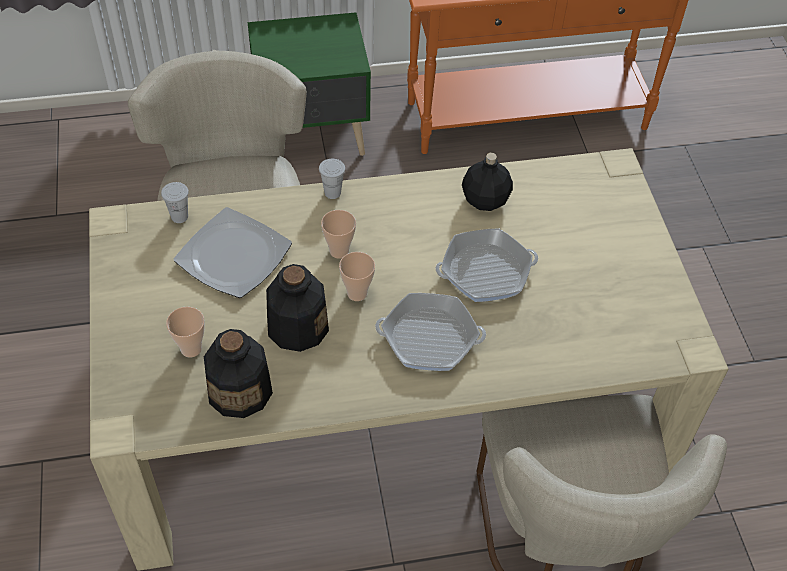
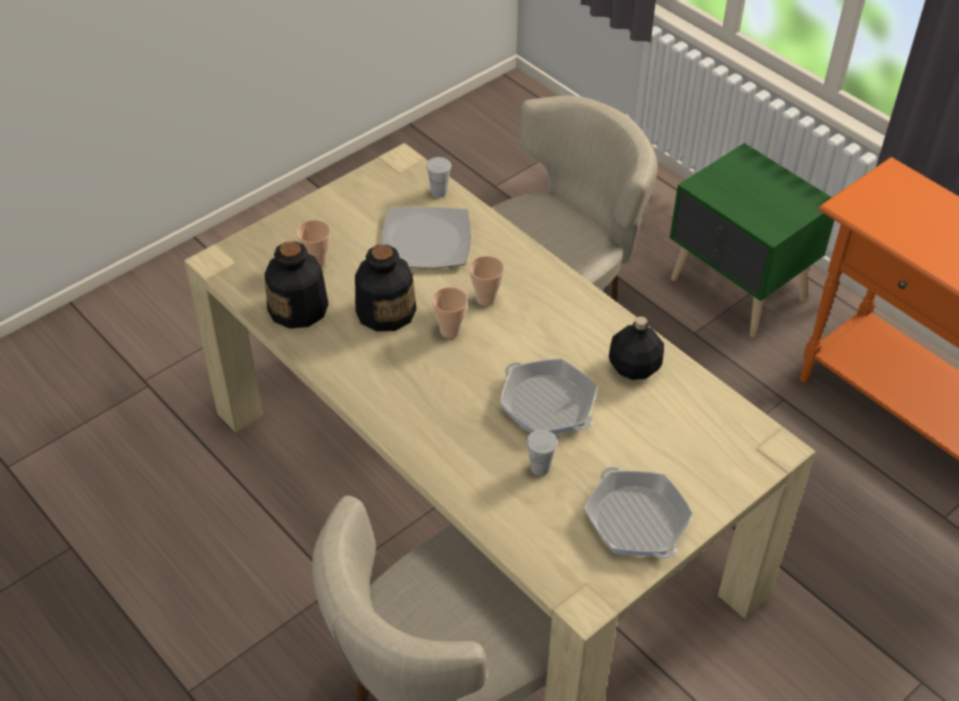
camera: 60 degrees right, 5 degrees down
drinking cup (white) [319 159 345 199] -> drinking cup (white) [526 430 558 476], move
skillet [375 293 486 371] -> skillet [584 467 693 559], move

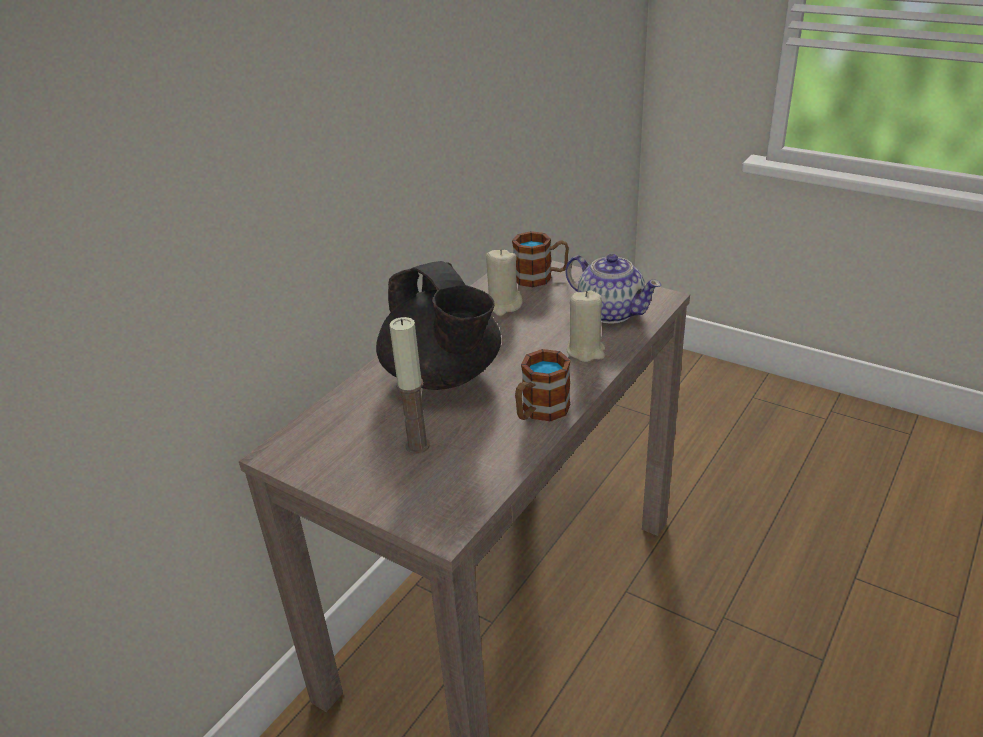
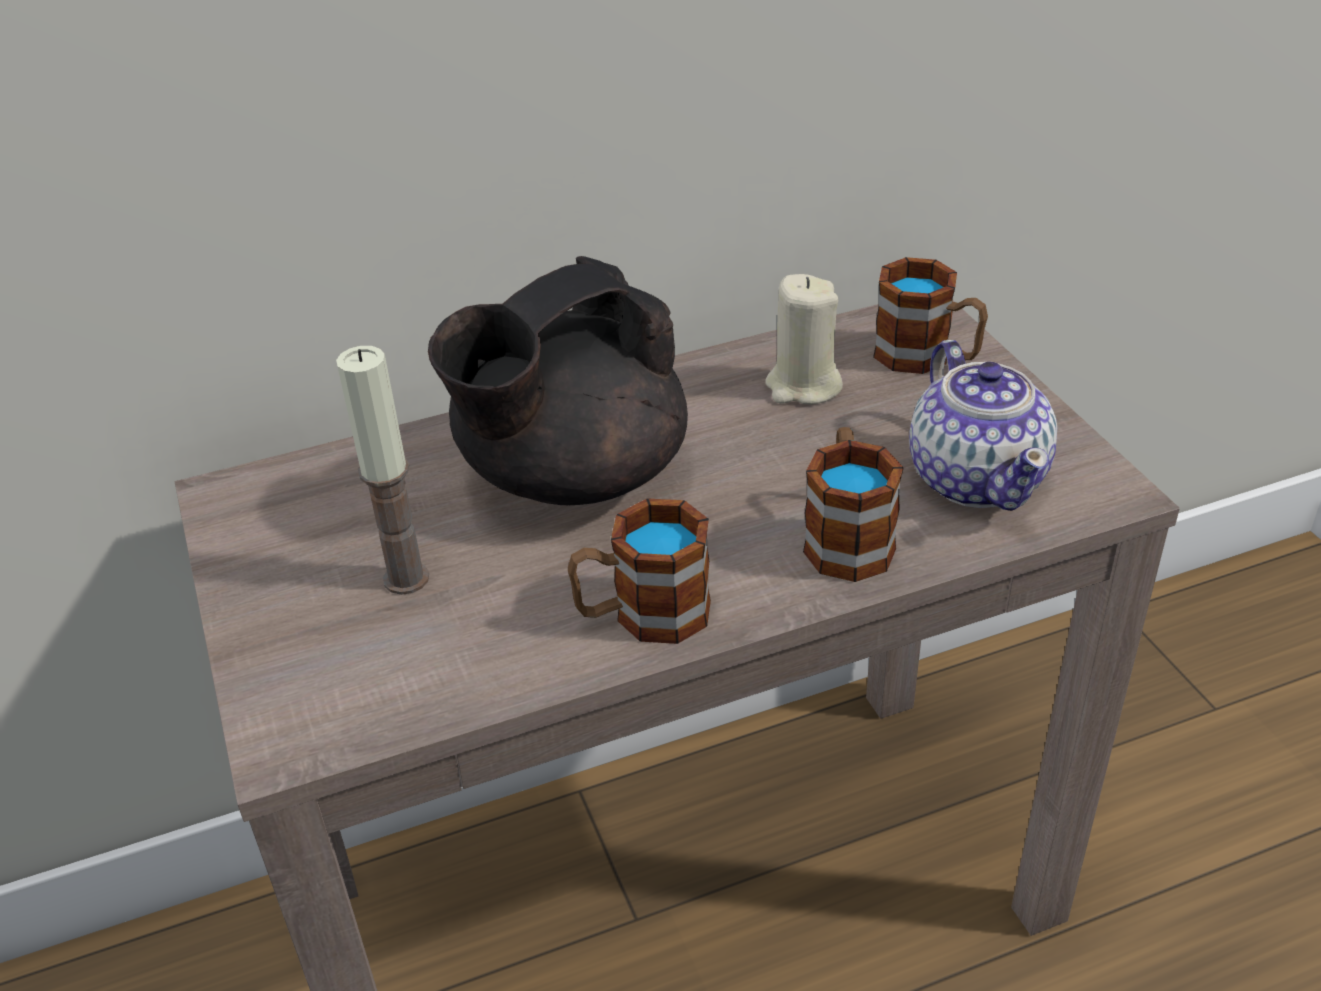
camera: 35 degrees right, 5 degrees up
pot for tea (black-coloured) [376 261 501 390] -> pot for tea (black-coloured) [428 256 688 505], 45 degrees clockwise
wax light (beige) [567 290 605 362] -> tea mug [803 427 904 582]

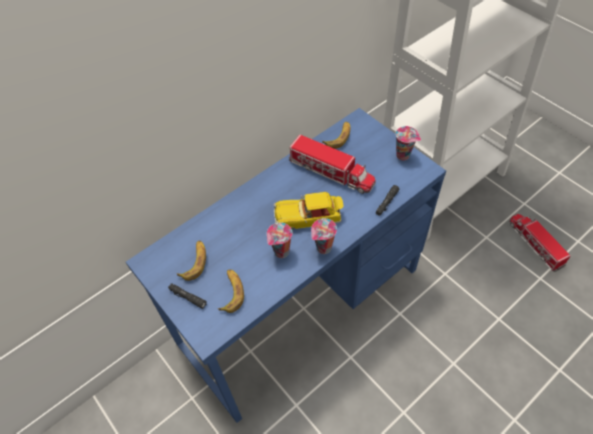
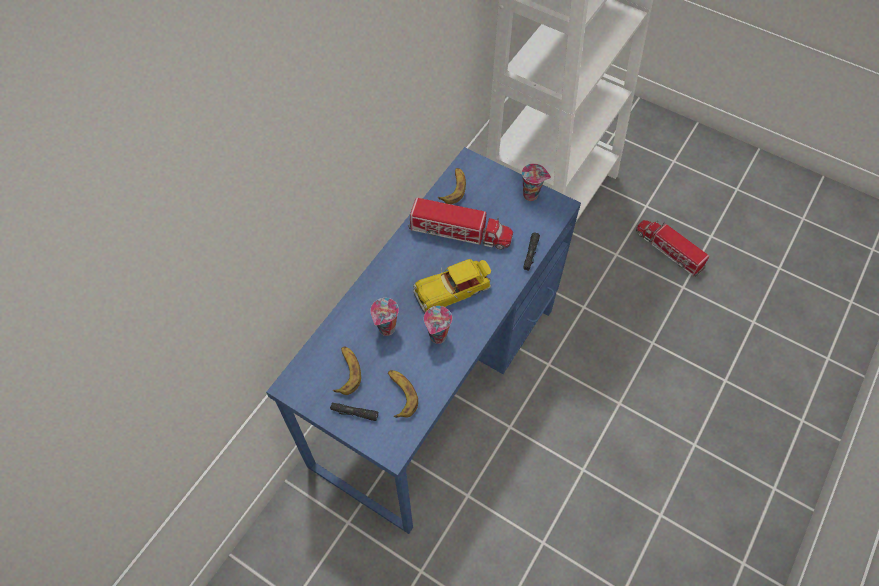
camera: 20 degrees left, 5 degrees up
drinking cup [311 218 337 254] -> drinking cup [370 298 399 336], move

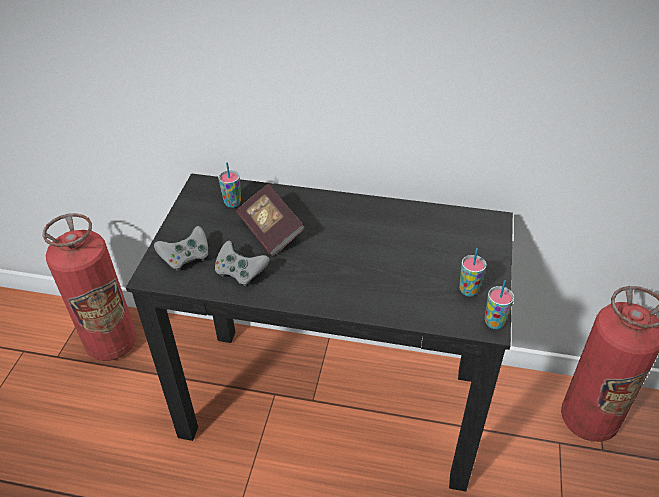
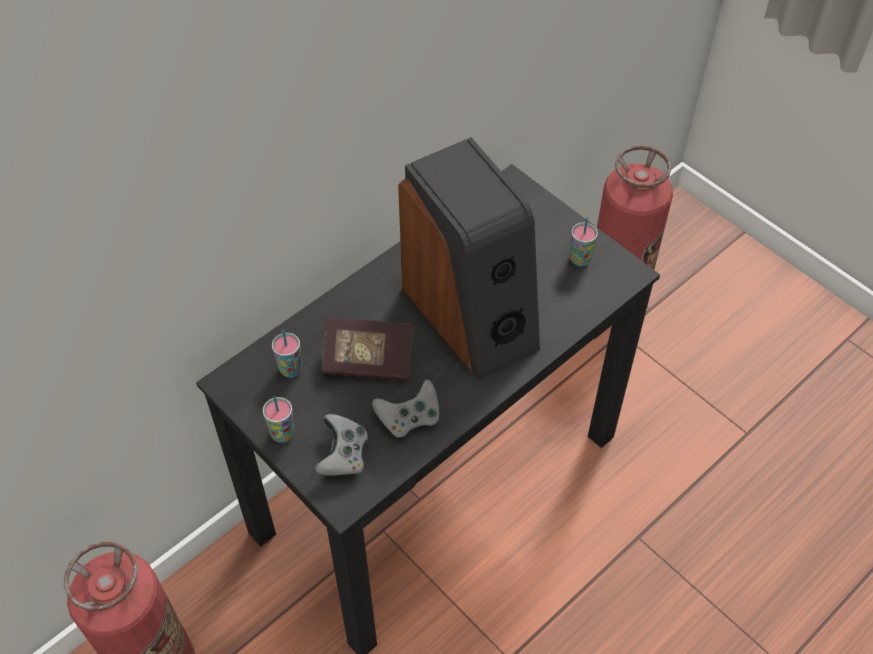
camera: 55 degrees left, 10 degrees up
drinking cup [485 280 514 329] -> drinking cup [262 396 294 443], move
none -> loudspeaker [398 137 540 381]

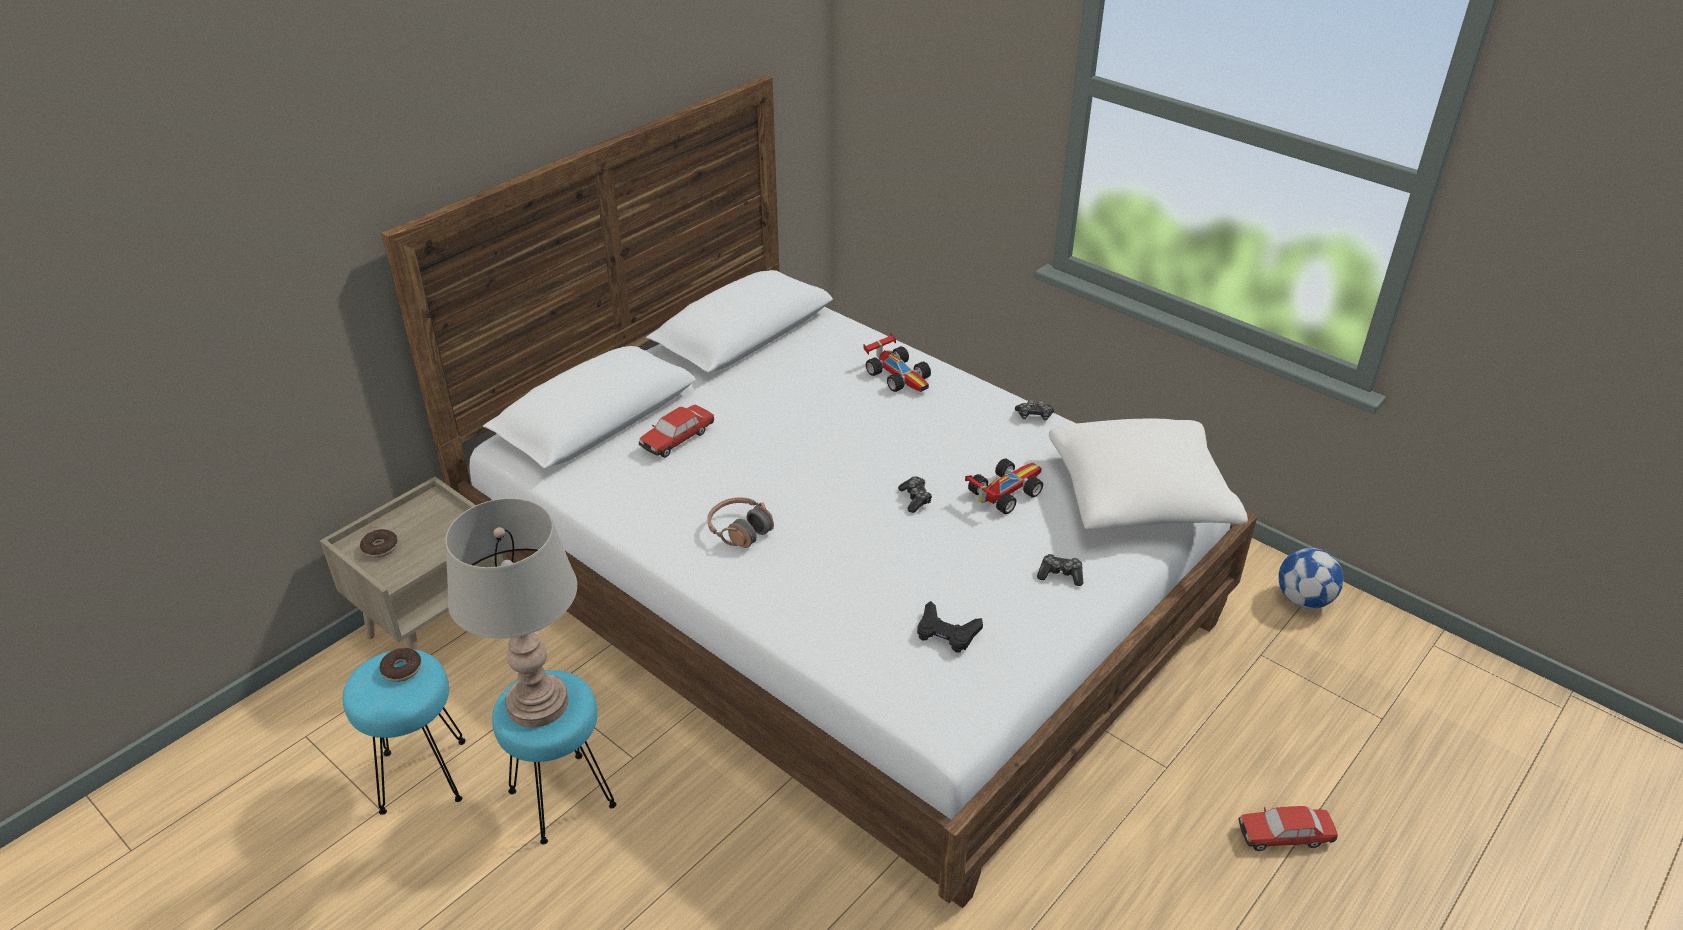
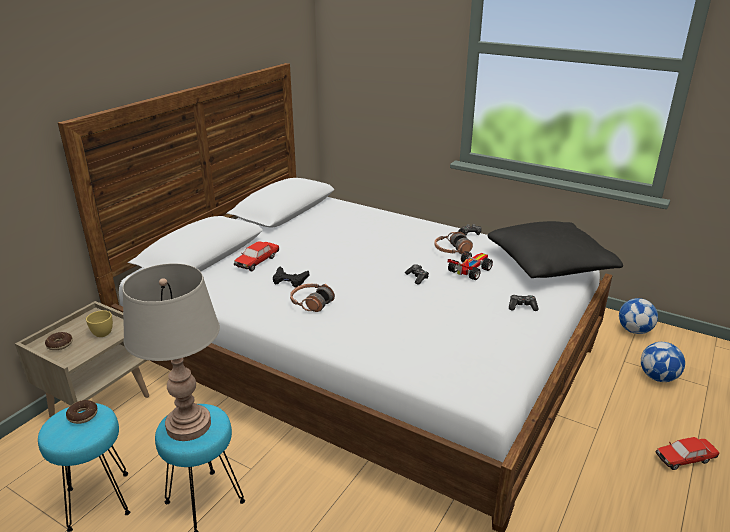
camera: 10 degrees left, 10 degrees down
toy car [863 333 931 392] -> none
joypad (black-coloured) [917 601 983 652] -> joypad (black-coloured) [273 267 310 287], move
pillow (white) [1049 419 1248 530] -> pillow (black-coloured) [488 221 623 278]
none -> drinking cup (yellowish) [86 310 113 337]
none -> pair of headphones [434 232 473 255]
none -> ball for football [641 342 685 382]

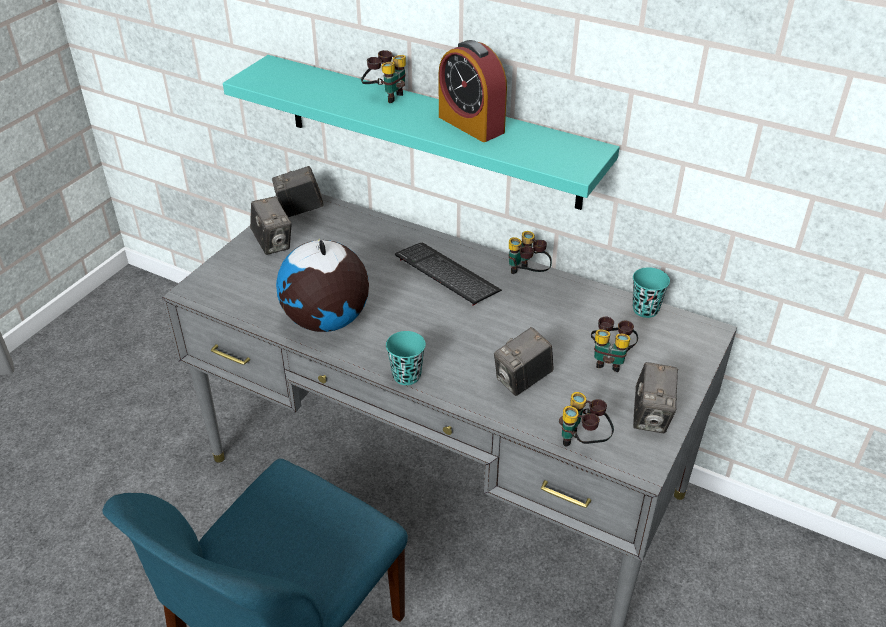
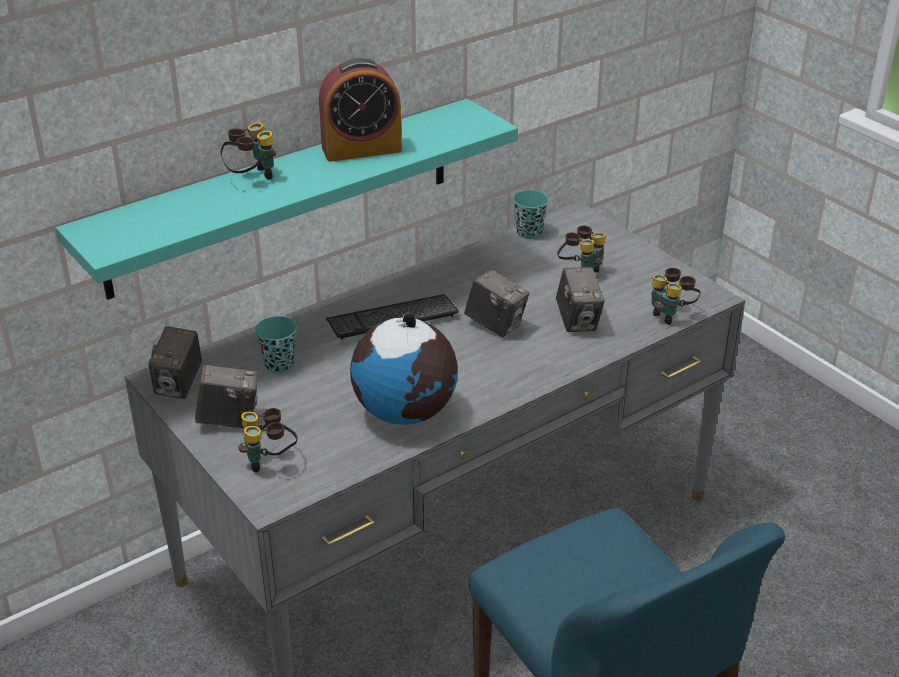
camera: 65 degrees left, 5 degrees down
drinking cup (turquoise-coloured) [386 331 426 385] -> drinking cup (turquoise-coloured) [255 317 297 373], move
binoculars [509 231 552 274] -> binoculars [239 408 298 472], move
still camera [633 362 678 433] -> still camera [464 269 529 337], move

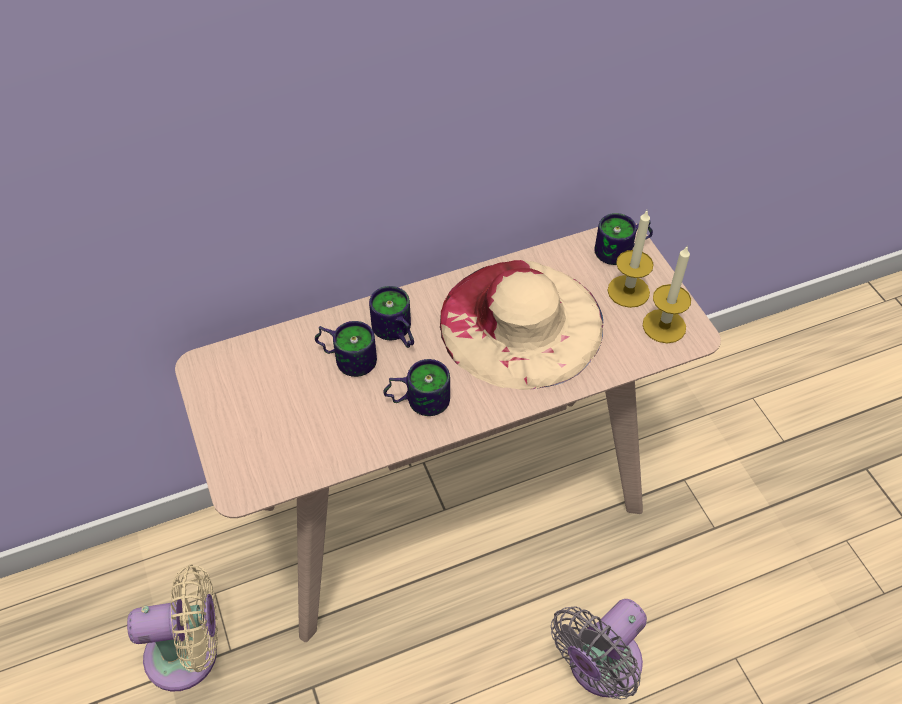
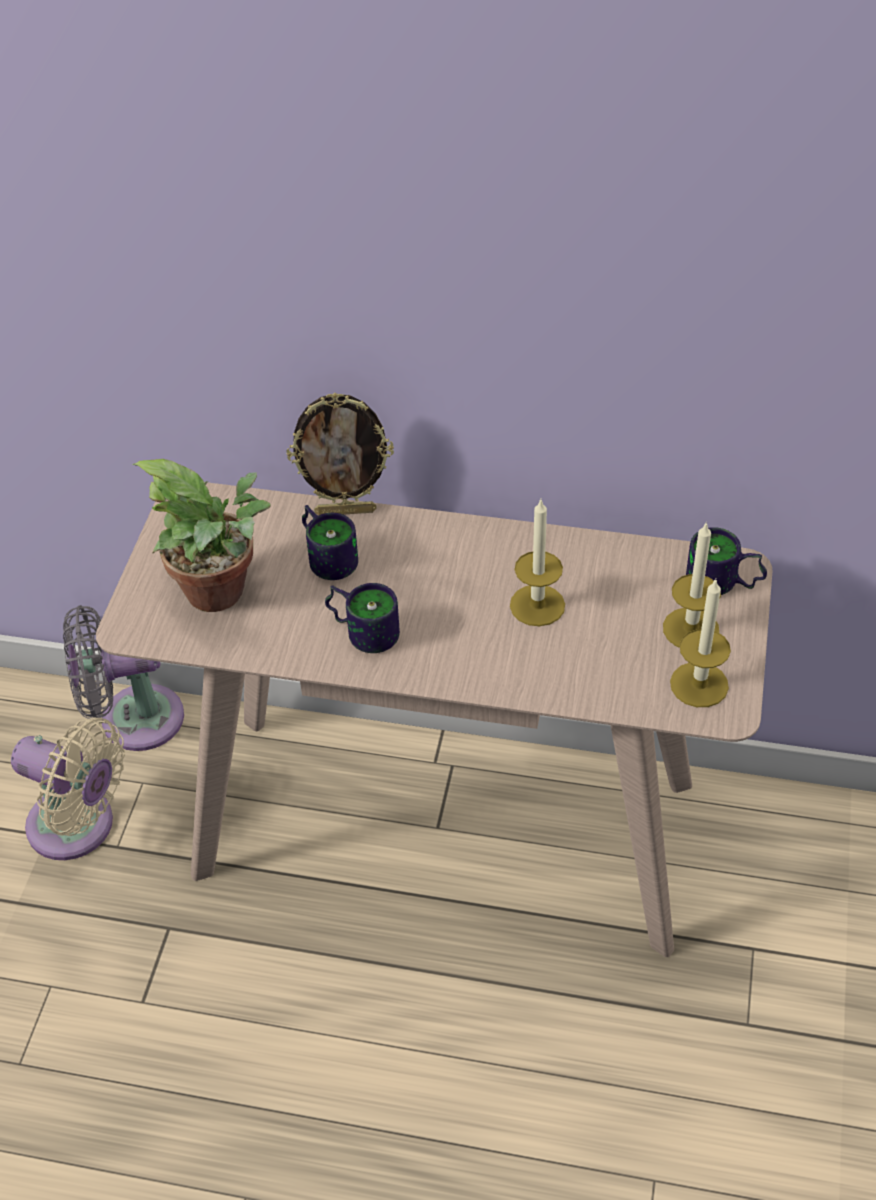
camera: 35 degrees right, 5 degrees down
tea mug [369 286 414 348] -> none
clothing hat (beige) [440 260 603 390] -> wax light [510 500 565 626]
electric fan (gray) [551 599 647 700] -> electric fan (gray) [63 605 184 751], move
none -> houseplant [132 459 271 612]
none -> photo frame [286 392 394 516]

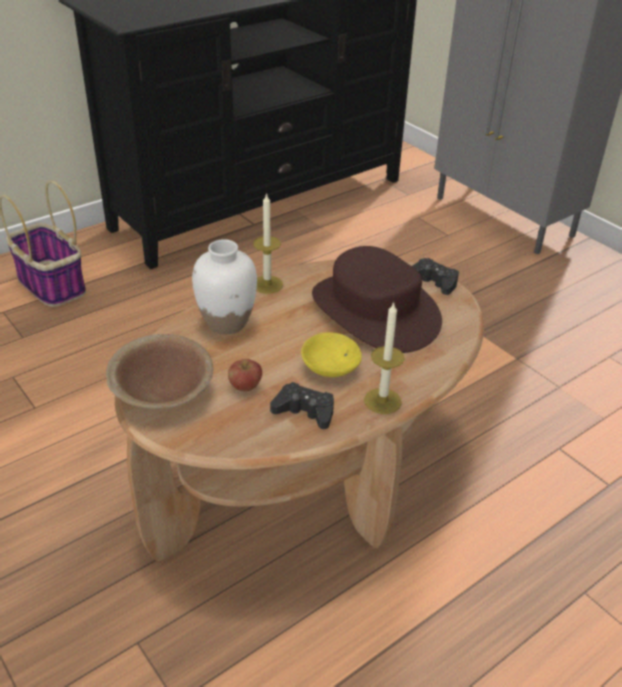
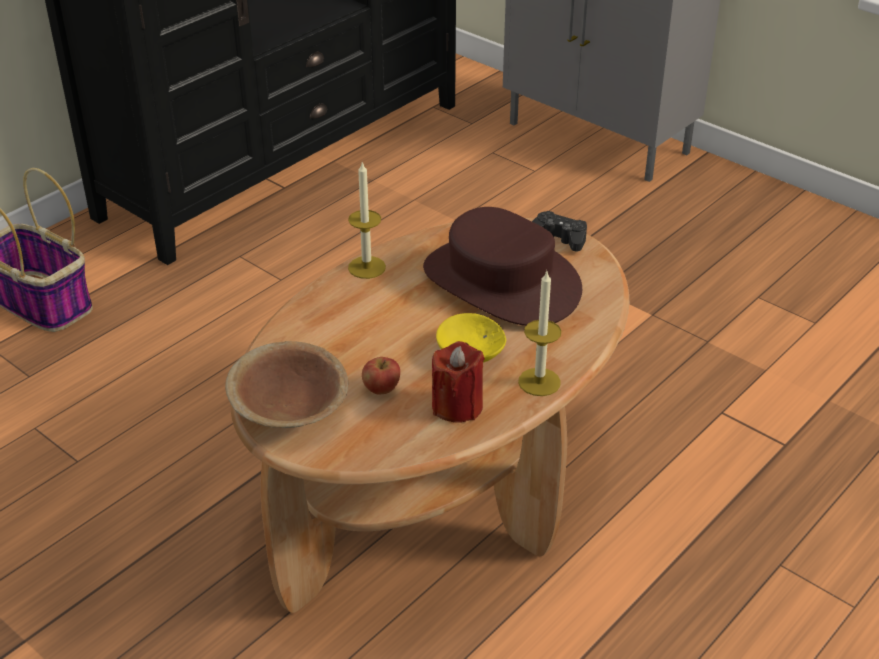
camera: 10 degrees left, 0 degrees up
vase (white) [192 239 257 334] -> none
joypad (black-coloured) [270 382 334 429] -> wax light (reddish) [432 341 485 423]

